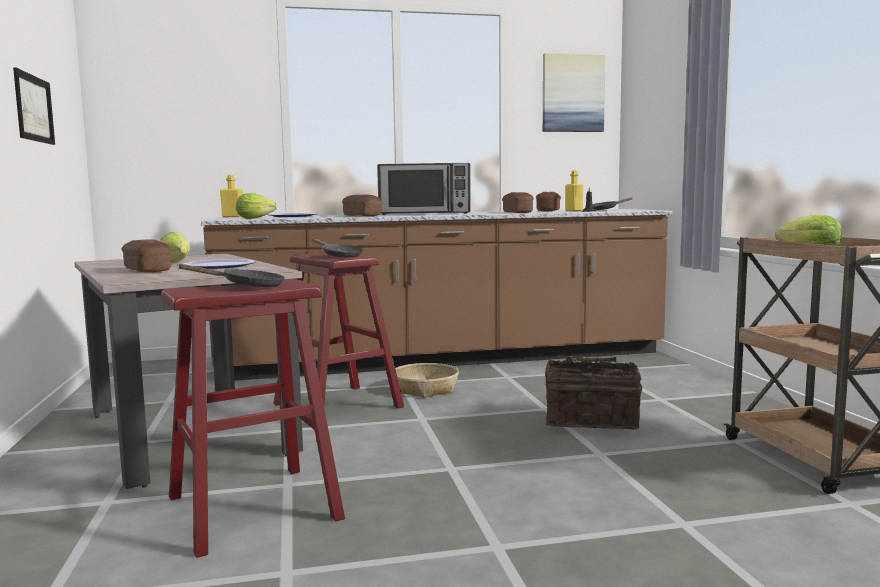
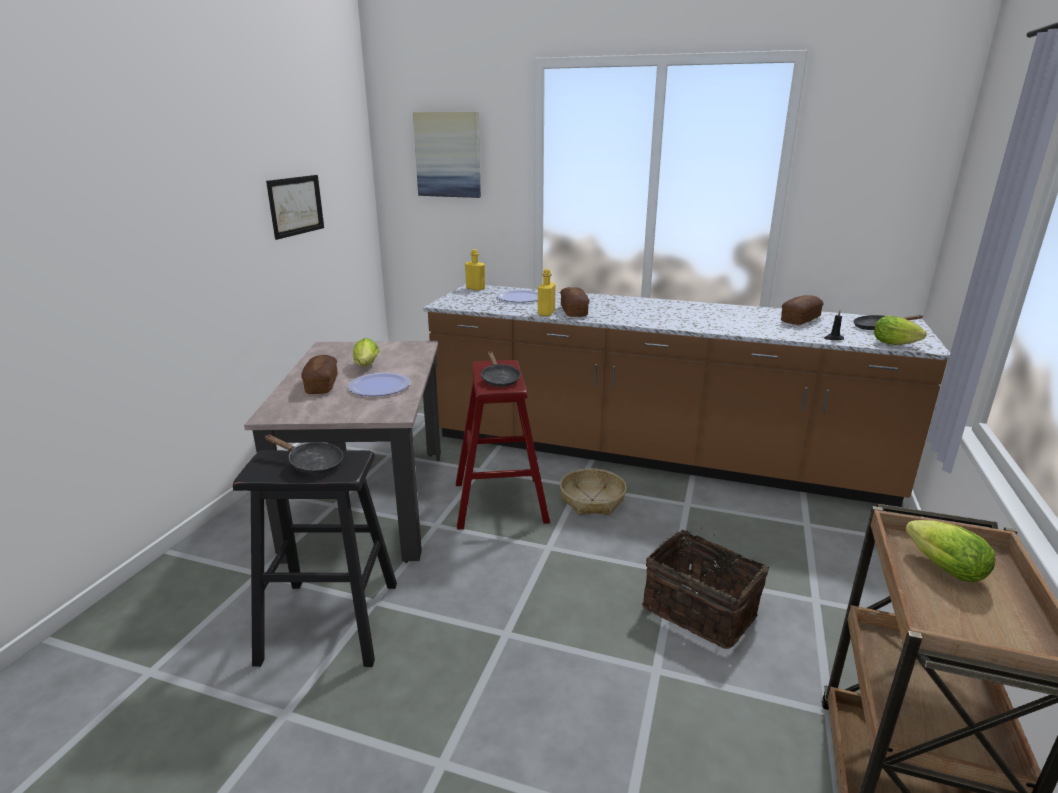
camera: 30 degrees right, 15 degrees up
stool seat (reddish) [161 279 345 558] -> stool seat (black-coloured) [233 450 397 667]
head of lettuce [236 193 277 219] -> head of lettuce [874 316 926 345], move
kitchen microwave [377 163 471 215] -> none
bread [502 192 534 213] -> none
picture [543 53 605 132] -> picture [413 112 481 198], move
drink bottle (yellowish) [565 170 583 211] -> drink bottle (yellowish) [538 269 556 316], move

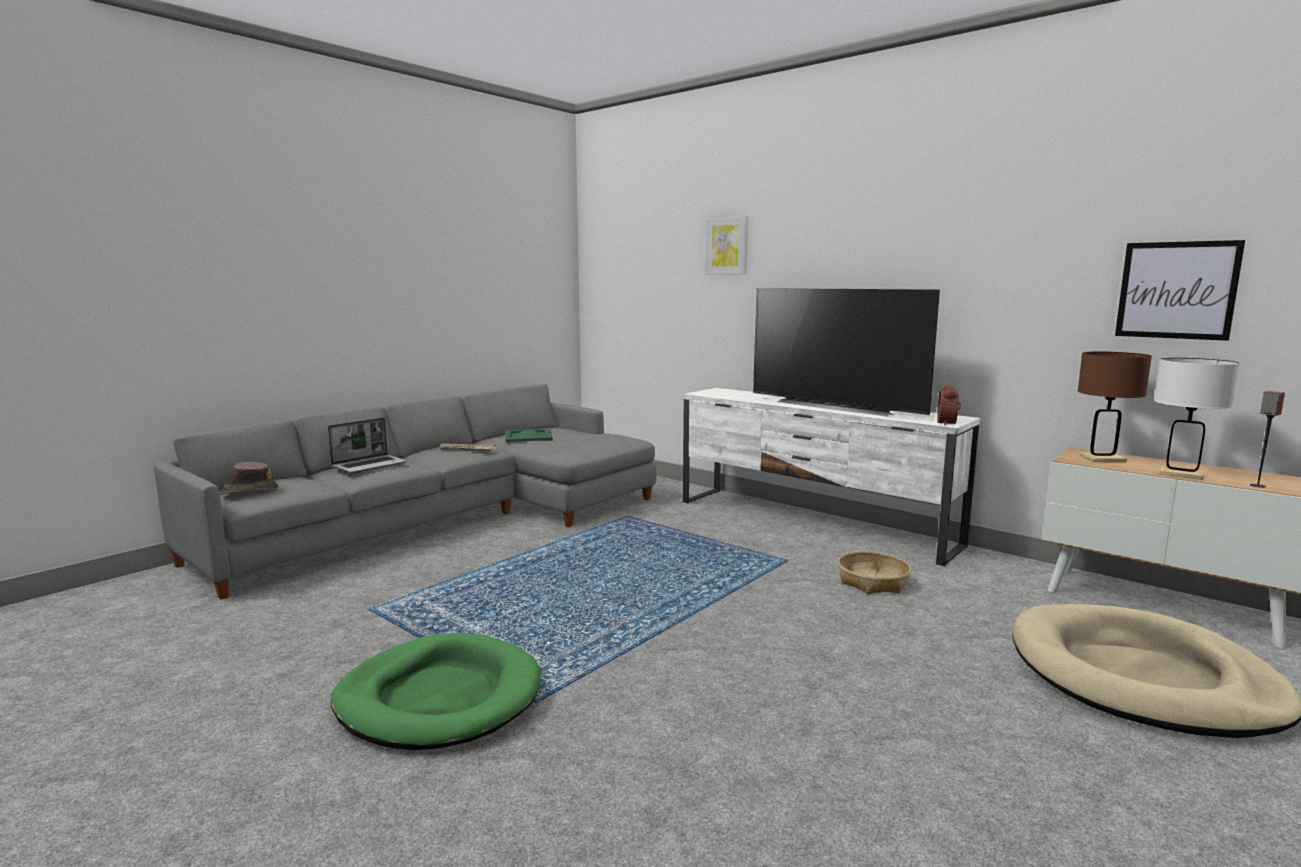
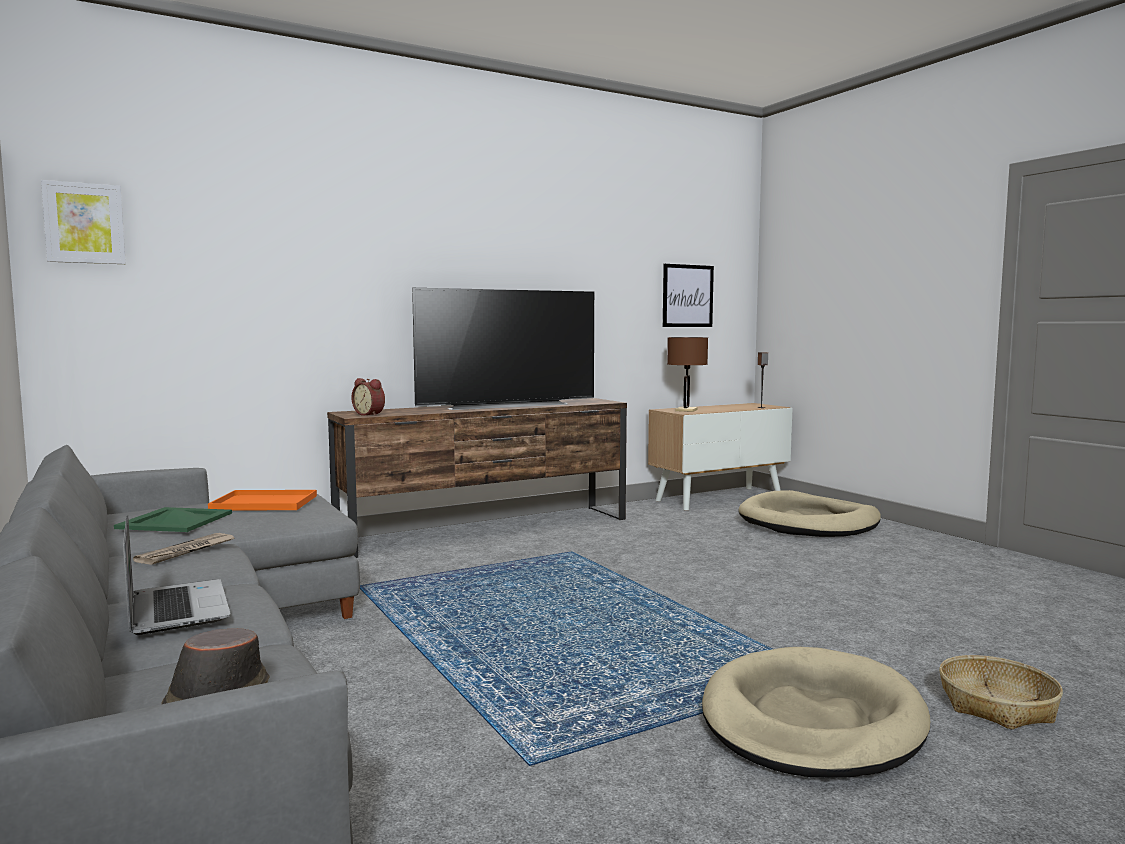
camera: 70 degrees left, 5 degrees down
dog cushion (green) [331 633 541 750] -> dog cushion (beige) [702 647 930 778]
tv unit (white) [683 388 980 566] -> tv unit (brown) [327 398 627 558]
picture [705 216 748 275] -> picture [41 180 126 264], move
household basket [838 551 911 594] -> household basket [939 655 1063 730], move
table clock [937 384 961 426] -> table clock [352 378 385 416], move
table lamp (white) [1154 358 1240 480] -> none
none -> tray (orange) [208 490 317 510]

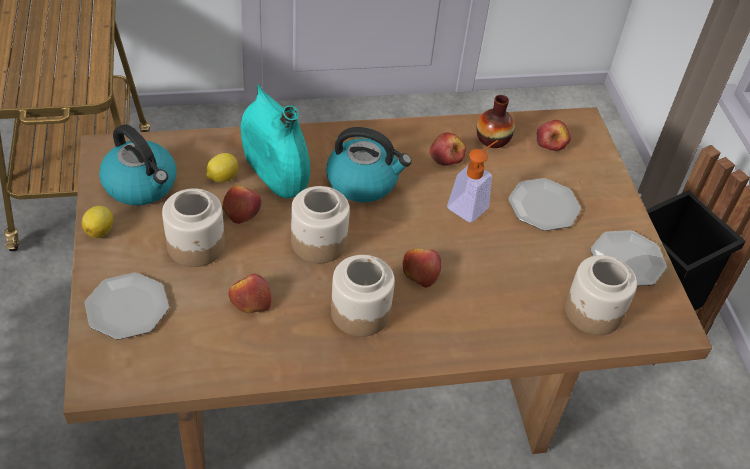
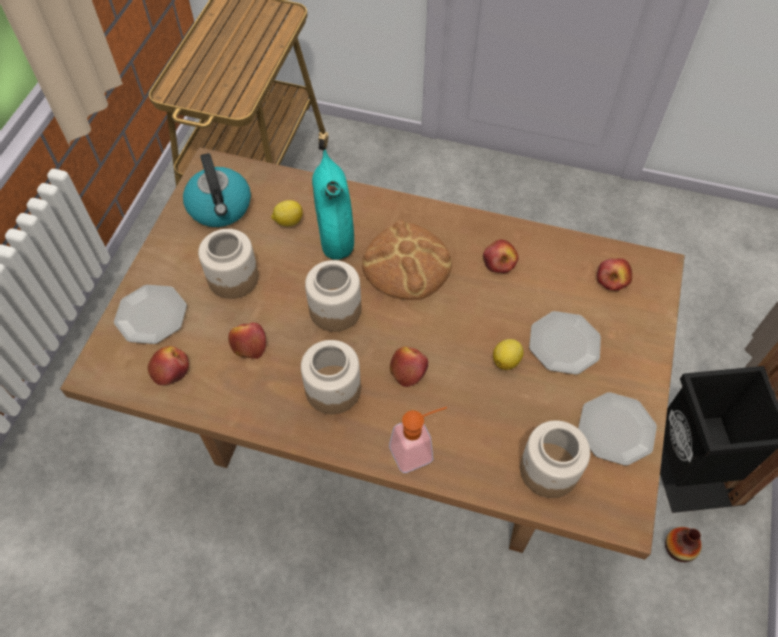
camera: 30 degrees right, 10 degrees up
lemon [81 206 113 238] -> lemon [493 339 524 370], move
apple [222 185 261 224] -> apple [148 346 189 385], move
kettle [326 127 412 202] -> bread [362 220 452 300]
liquid soap bottle [447 140 498 223] -> liquid soap bottle [389 407 447 473], move
vase [477 95 515 148] -> vase [665 527 702 562], move

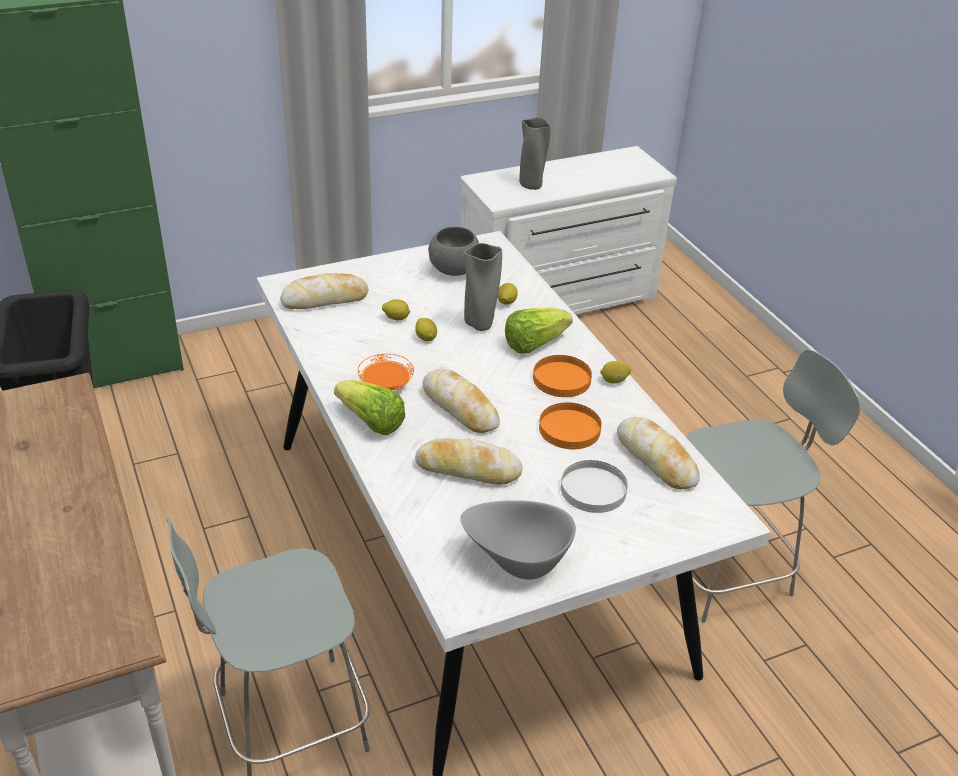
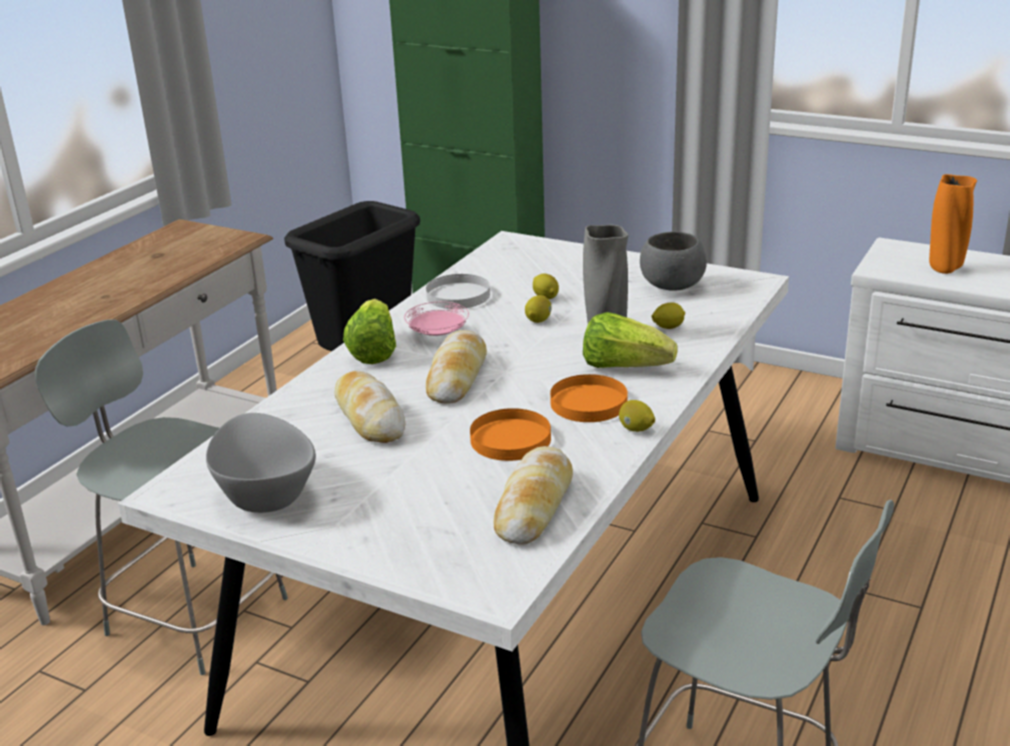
camera: 55 degrees right, 10 degrees down
bread [280 273 369 309] -> none
dinner plate (orange) [358 354 414 390] -> dinner plate (pink-coloured) [404 302 469 336]
vase (gray) [519 118 551 190] -> vase (orange) [929 174 977 274]
dinner plate (white) [561 460 628 513] -> dinner plate (white) [426 274 490 309], move

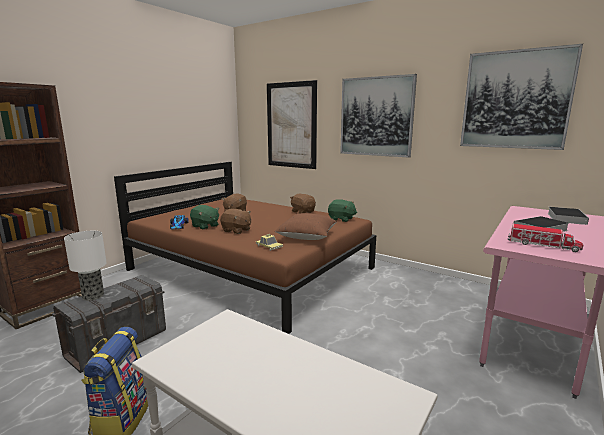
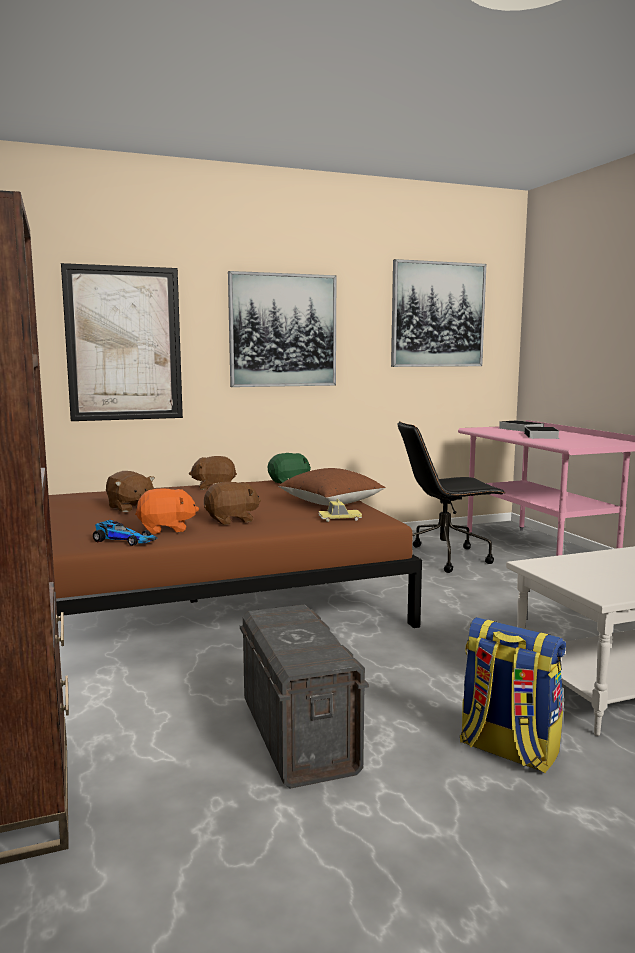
camera: 55 degrees left, 5 degrees down
table lamp [64 231 107 301] -> none
plush toy (green) [190 205 219 230] -> plush toy (orange) [135 488 199 534]
toy truck [508 224 583 252] -> none
none -> desk chair (black-coloured) [398 421 505 573]

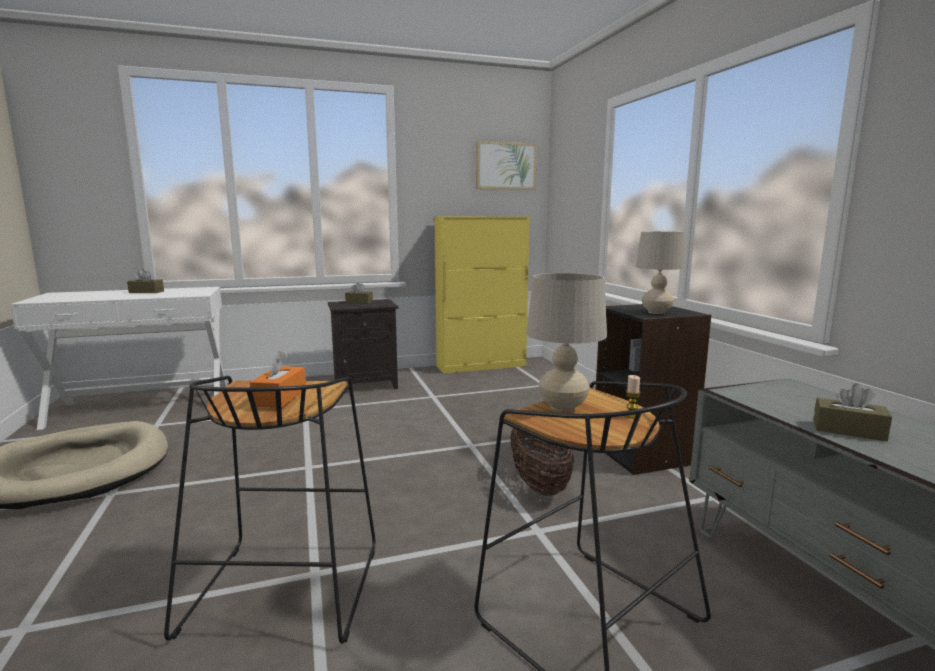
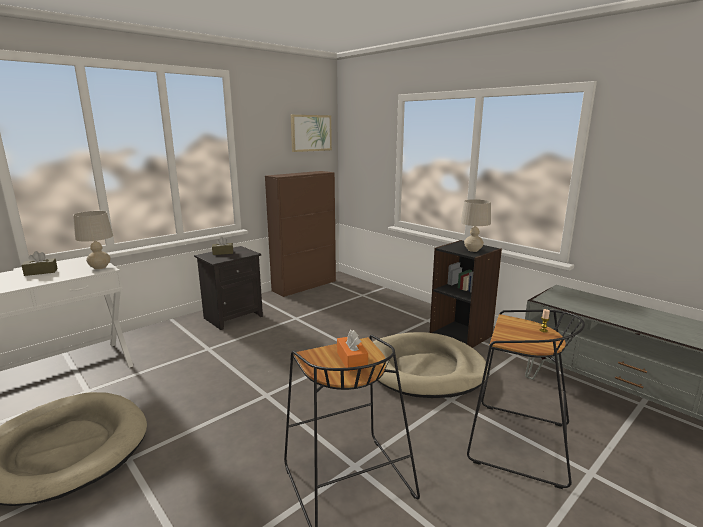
camera: 25 degrees left, 5 degrees up
cabinet (yellowish) [434 216 530 374] -> cabinet (brown) [265 171 336 297]
household basket [510 428 574 496] -> dog cushion (beige) [373 332 489 398]
table lamp (beige) [526 273 607 411] -> table lamp (beige) [73 211 113 269], move
tissue holder (brown) [814 383 892 441] -> none

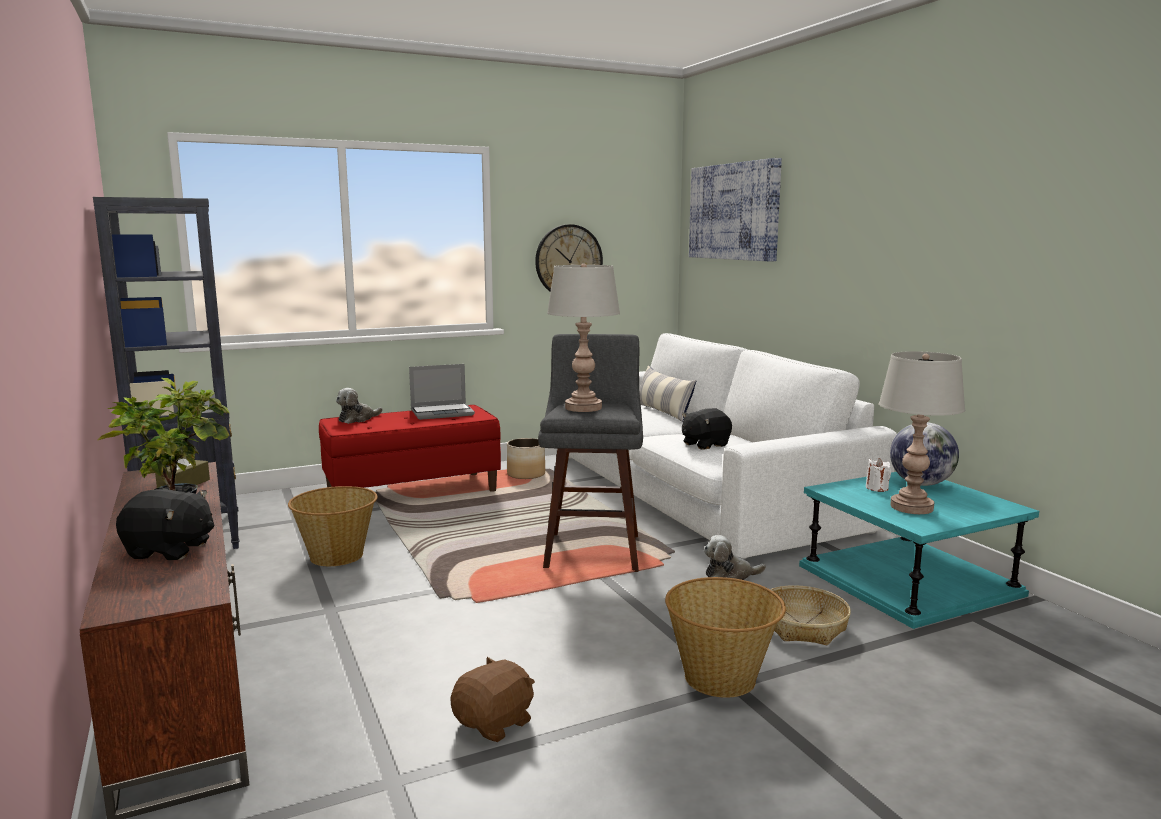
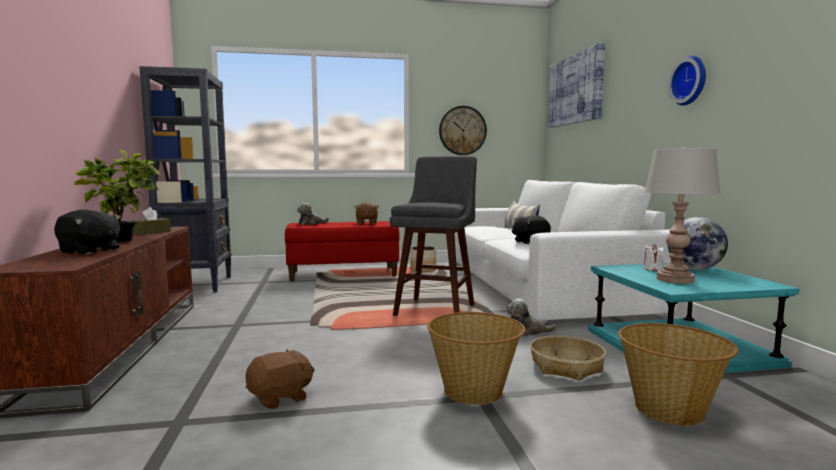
camera: 15 degrees right, 5 degrees down
household basket [288 486 378 566] -> household basket [618 323 739 426], move
laptop [409 364 475 420] -> plush toy (brown) [354 202 379 224]
table lamp (gray) [547 264 620 412] -> none
none -> wall clock [668 56 706 106]

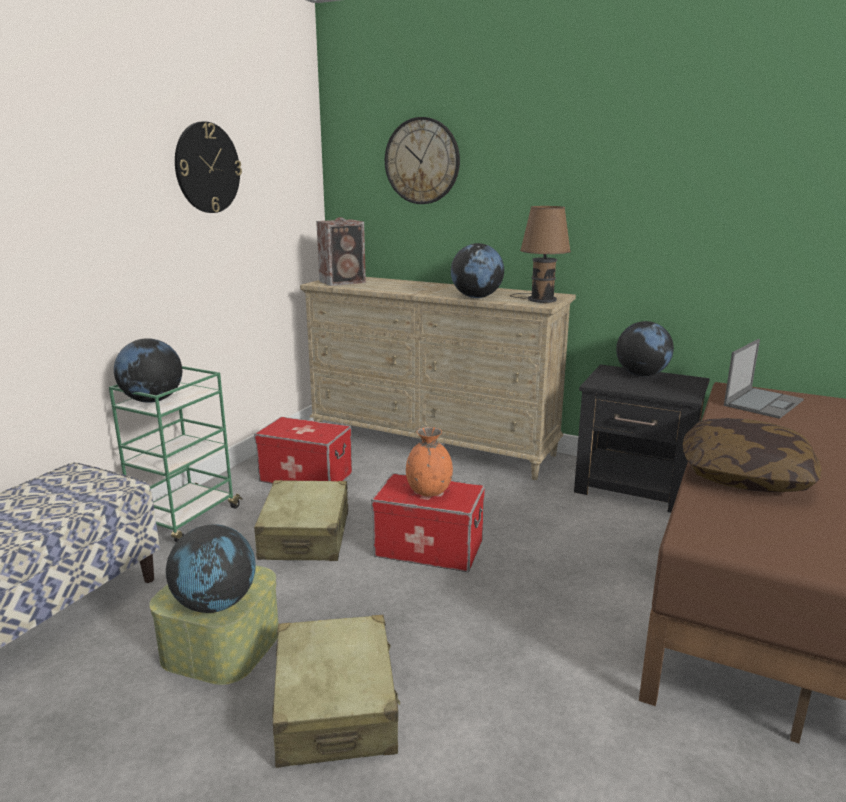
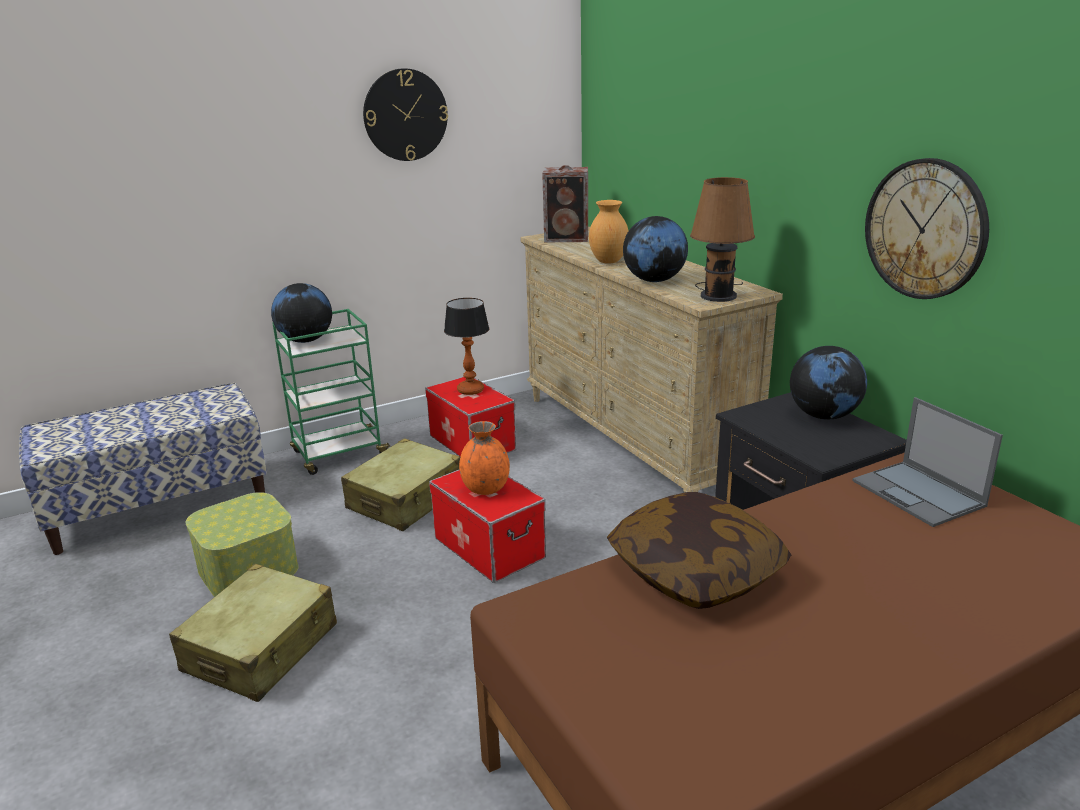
camera: 35 degrees right, 5 degrees up
globe [166 524 256 613] -> none
wall clock [385 117 460 204] -> wall clock [865 158 989 299], move
laptop [724 339 804 419] -> laptop [852 397 1003 527], 75 degrees clockwise
none -> table lamp [444 298 489 395]
none -> vase (brown) [589 200 628 264]

